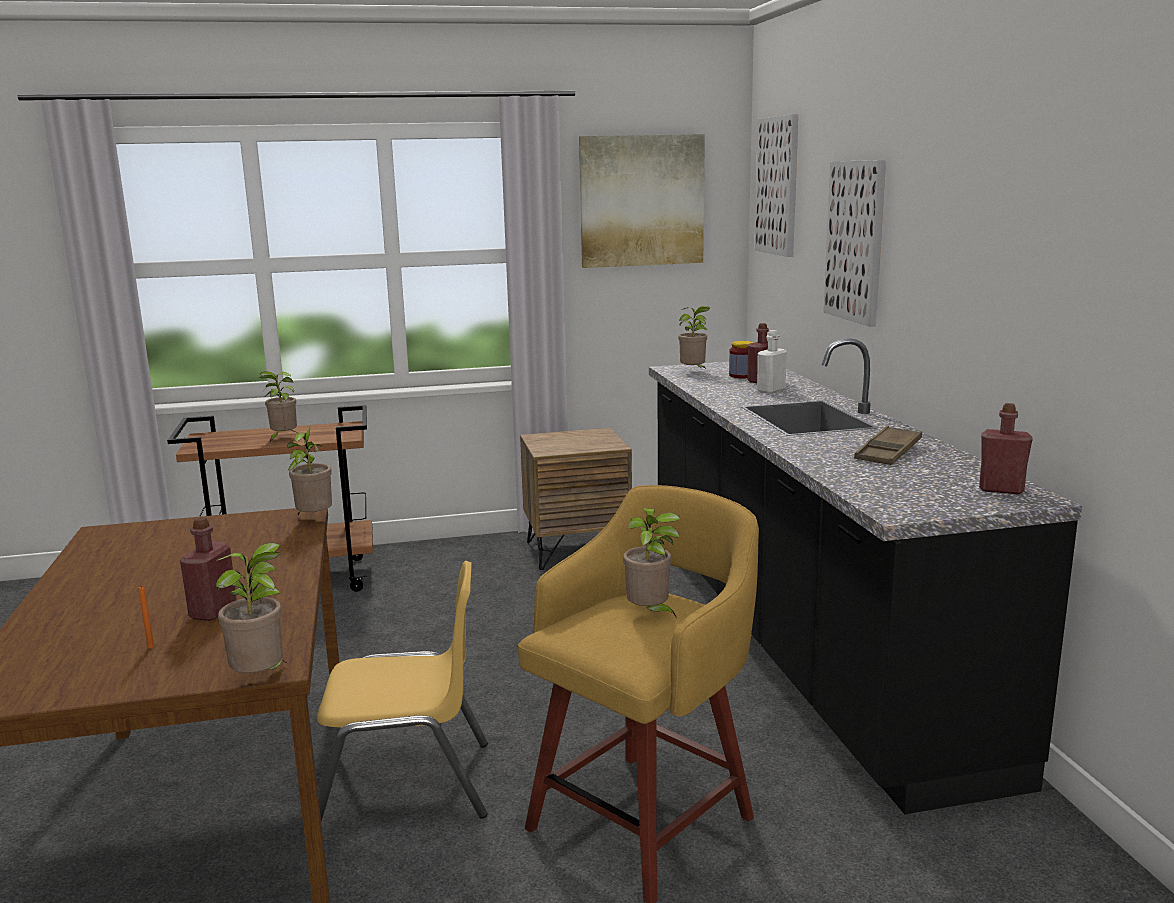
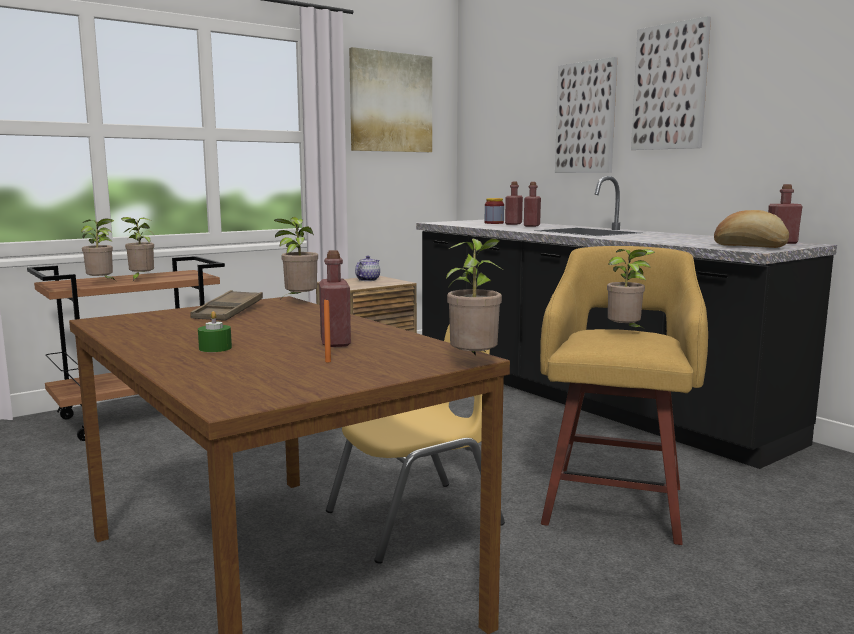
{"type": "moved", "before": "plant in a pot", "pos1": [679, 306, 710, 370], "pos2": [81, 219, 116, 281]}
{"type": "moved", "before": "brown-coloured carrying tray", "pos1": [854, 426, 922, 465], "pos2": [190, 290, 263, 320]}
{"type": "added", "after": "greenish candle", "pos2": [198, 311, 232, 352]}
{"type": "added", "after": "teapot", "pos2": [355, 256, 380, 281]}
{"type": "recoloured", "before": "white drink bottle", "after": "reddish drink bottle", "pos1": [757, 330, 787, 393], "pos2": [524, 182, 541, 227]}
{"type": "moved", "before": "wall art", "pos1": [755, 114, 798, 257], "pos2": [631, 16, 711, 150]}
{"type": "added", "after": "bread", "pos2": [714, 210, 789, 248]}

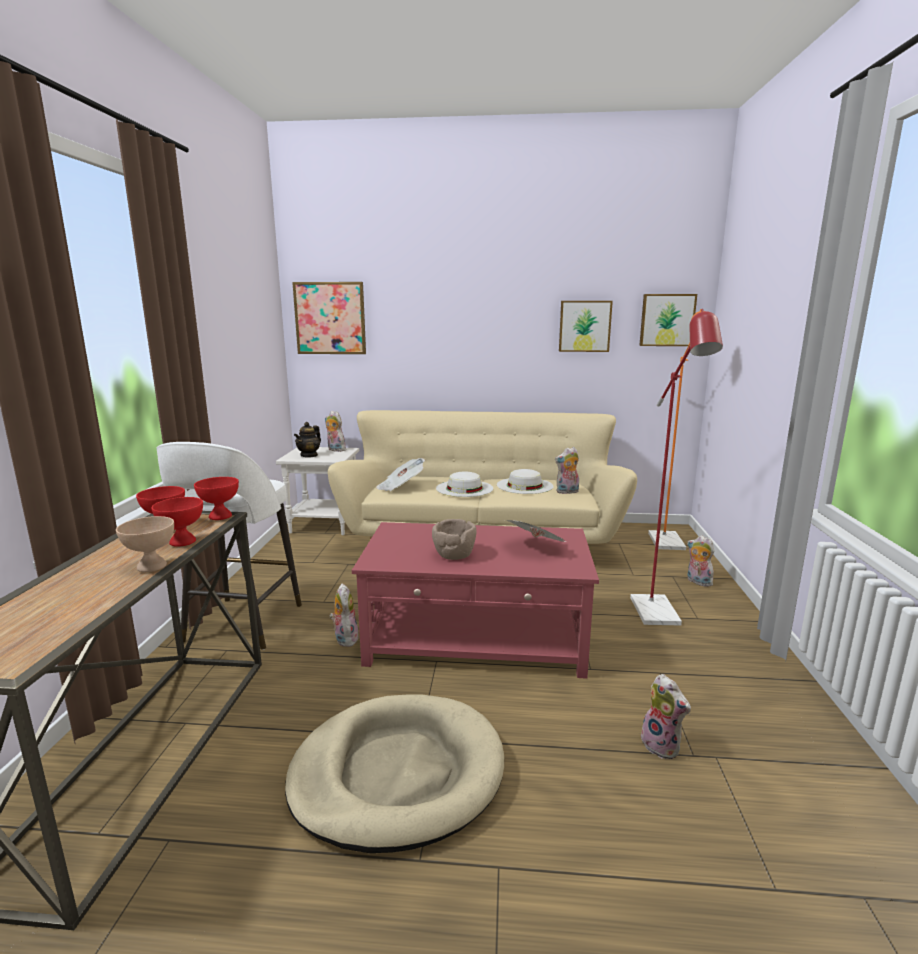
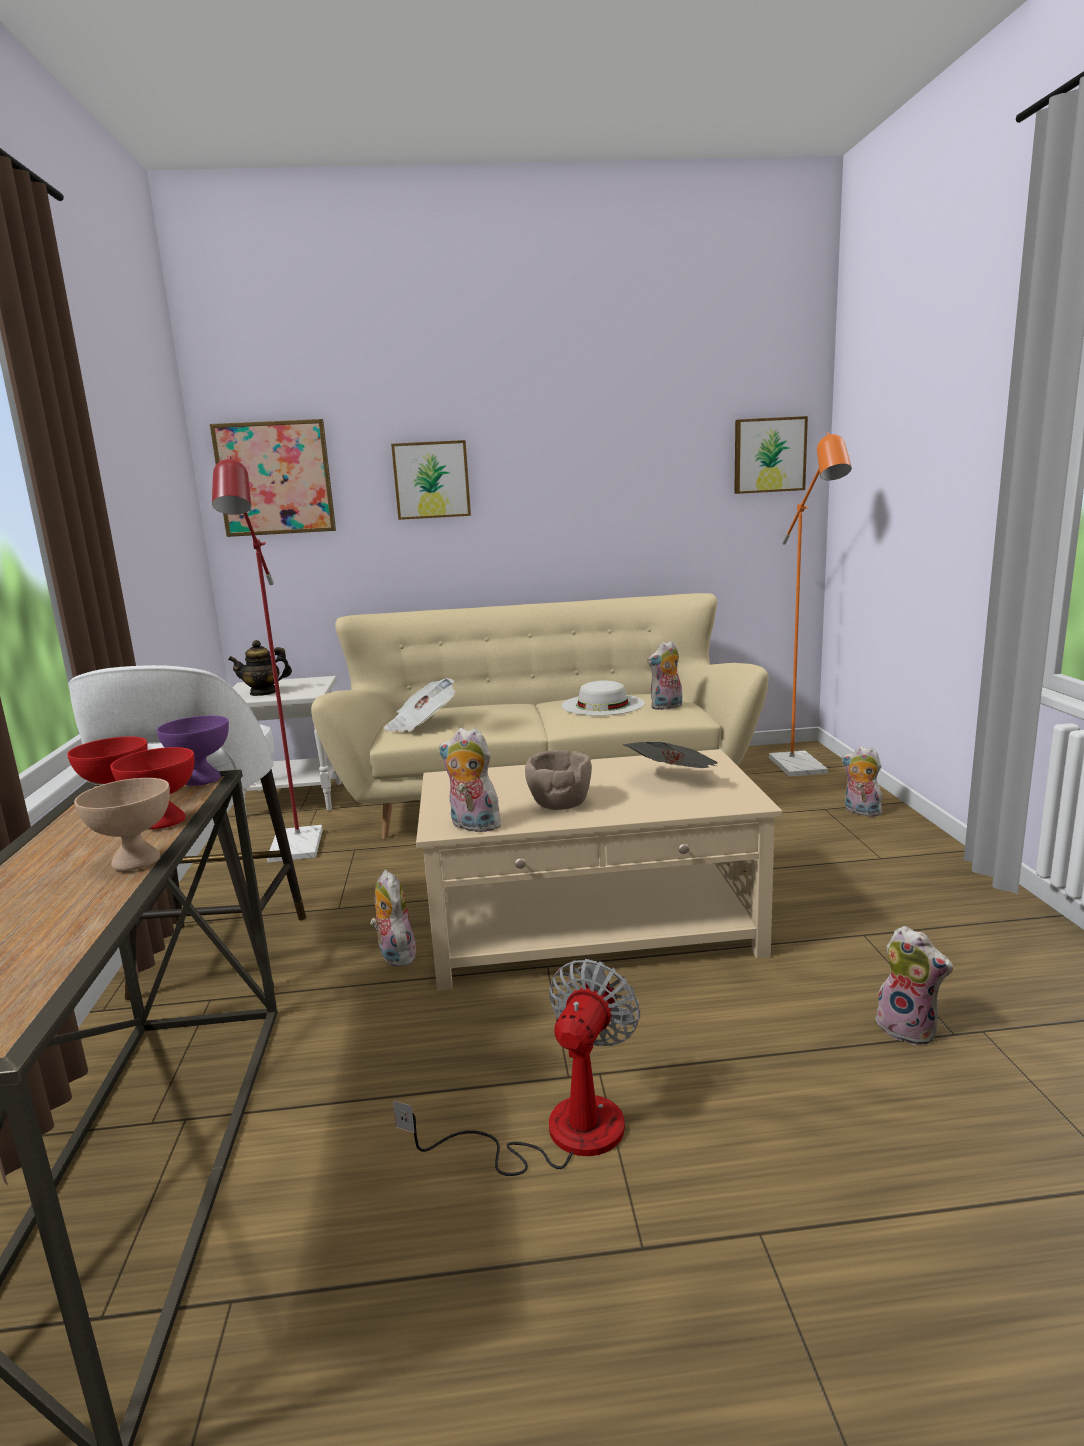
{"type": "recoloured", "before": "reddish deep dish", "after": "purple-coloured deep dish", "pos1": [194, 477, 239, 520], "pos2": [157, 715, 229, 786]}
{"type": "moved", "before": "reddish floor lamp", "pos1": [630, 309, 723, 625], "pos2": [212, 456, 323, 863]}
{"type": "turned", "before": "teapot", "pos1": [294, 422, 321, 458], "pos2": [228, 640, 292, 696], "turn": 60}
{"type": "moved", "before": "wall art", "pos1": [559, 301, 613, 352], "pos2": [391, 440, 471, 520]}
{"type": "replaced", "before": "beige dog cushion", "after": "cooling fan", "pos1": [285, 694, 504, 853], "pos2": [393, 959, 640, 1176]}
{"type": "recoloured", "before": "reddish low table", "after": "beige low table", "pos1": [352, 522, 599, 679], "pos2": [416, 749, 782, 991]}
{"type": "moved", "before": "plush toy", "pos1": [325, 411, 346, 452], "pos2": [439, 728, 505, 834]}
{"type": "removed", "before": "white wearable hat", "pos1": [436, 471, 493, 497]}

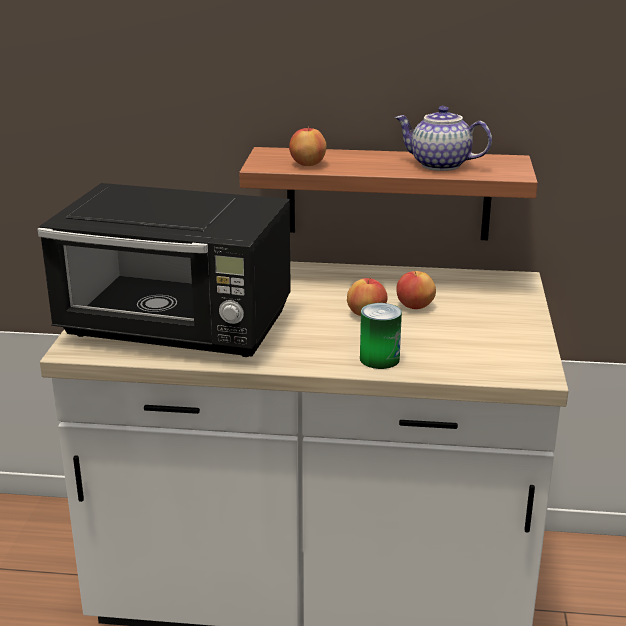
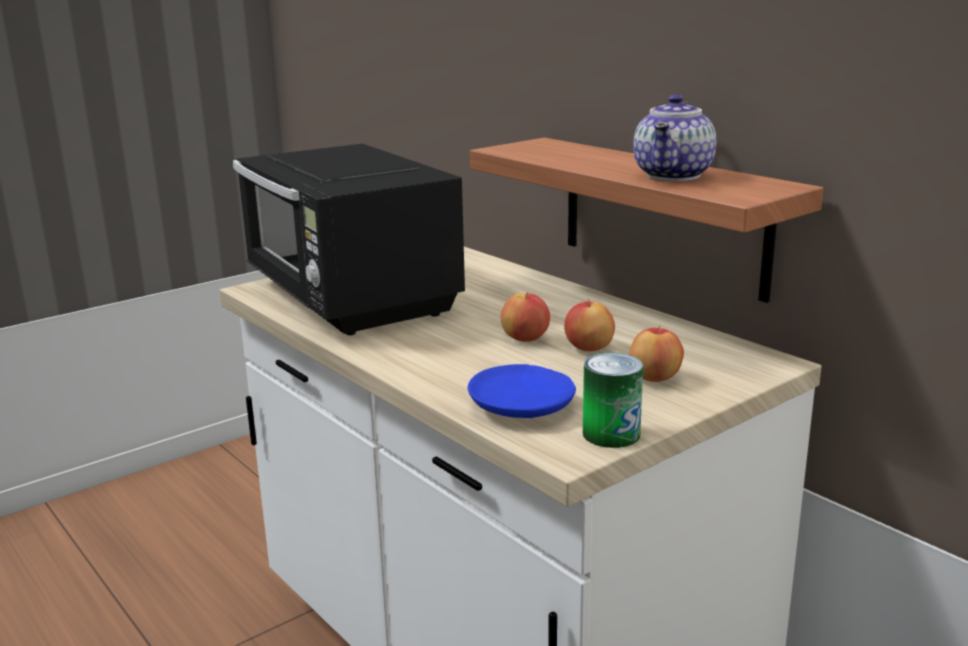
{"type": "added", "after": "blue dinner plate", "pos2": [468, 364, 576, 418]}
{"type": "moved", "before": "metal can", "pos1": [360, 303, 402, 369], "pos2": [583, 353, 643, 448]}
{"type": "moved", "before": "apple", "pos1": [289, 125, 326, 166], "pos2": [629, 326, 684, 382]}
{"type": "turned", "before": "teapot", "pos1": [395, 106, 492, 171], "pos2": [633, 94, 716, 181], "turn": -135}

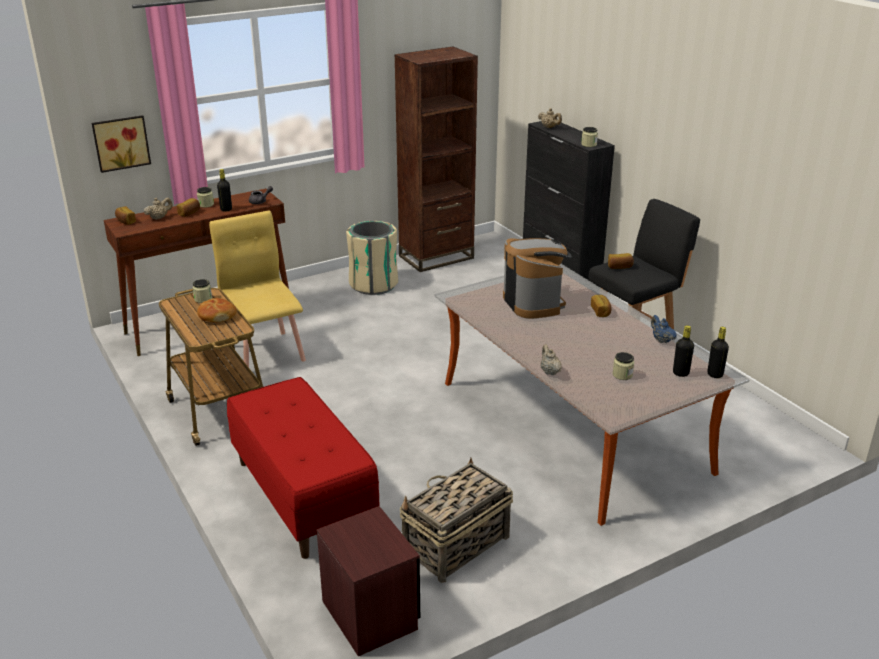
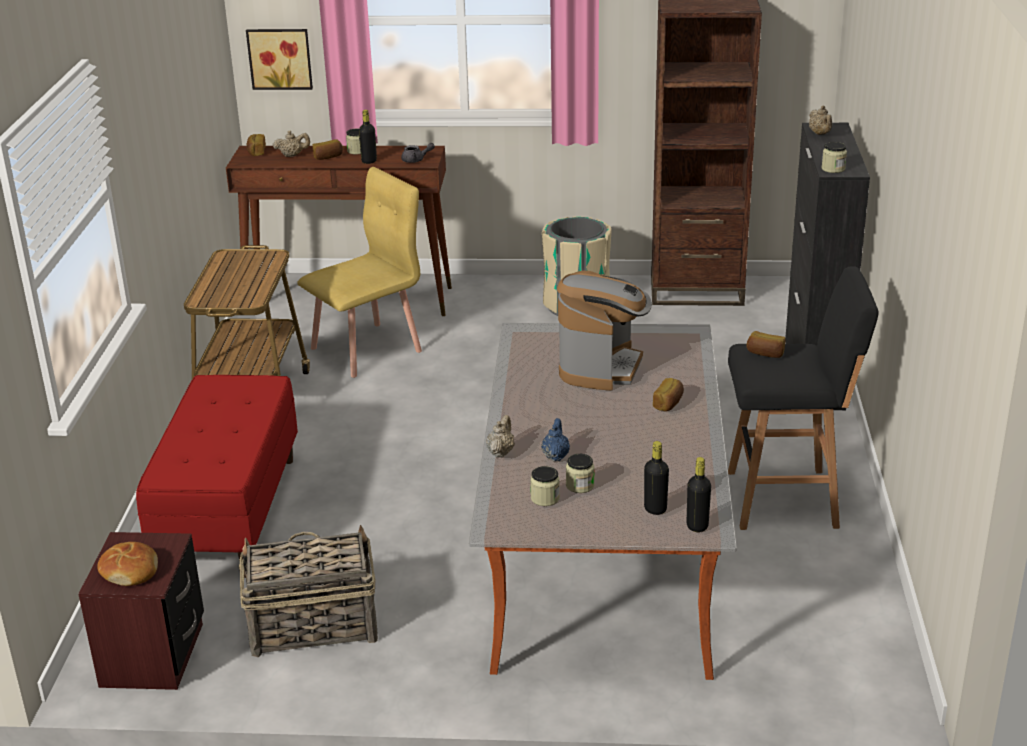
{"type": "moved", "before": "bread", "pos1": [197, 298, 237, 322], "pos2": [97, 542, 158, 586]}
{"type": "turned", "before": "yellowish chair", "pos1": [209, 211, 306, 367], "pos2": [297, 167, 422, 378], "turn": 45}
{"type": "moved", "before": "preserve jar", "pos1": [193, 279, 212, 303], "pos2": [530, 466, 560, 506]}
{"type": "moved", "before": "blue teapot", "pos1": [651, 315, 677, 343], "pos2": [541, 418, 570, 461]}

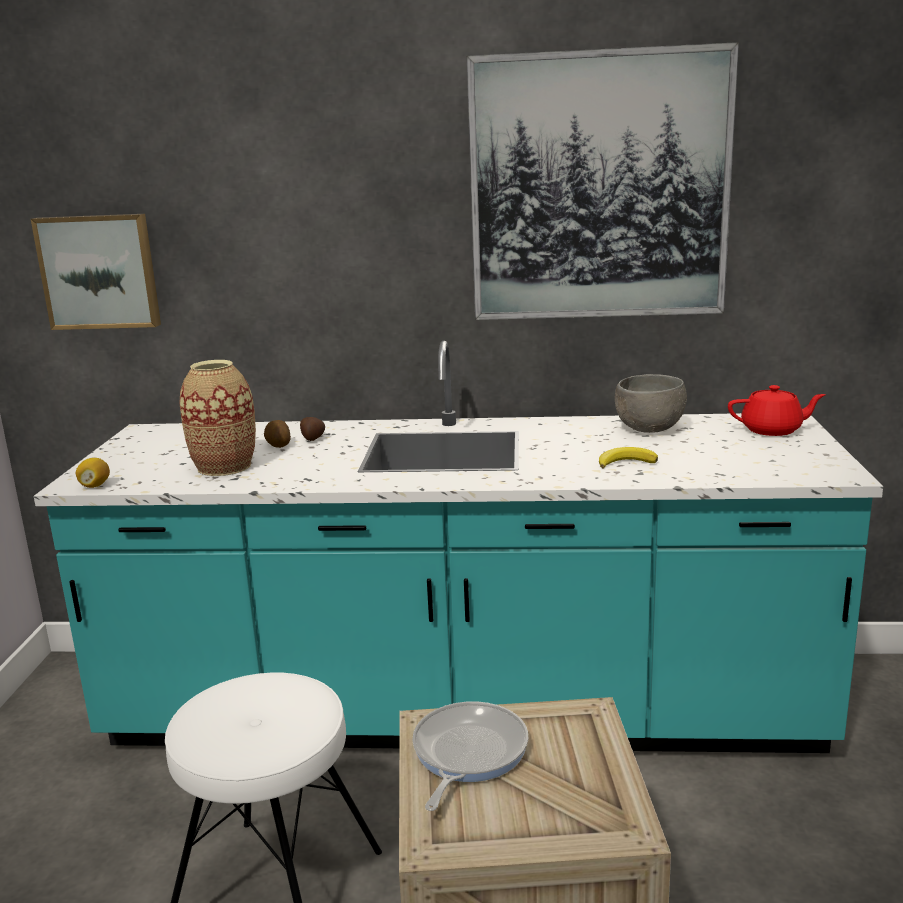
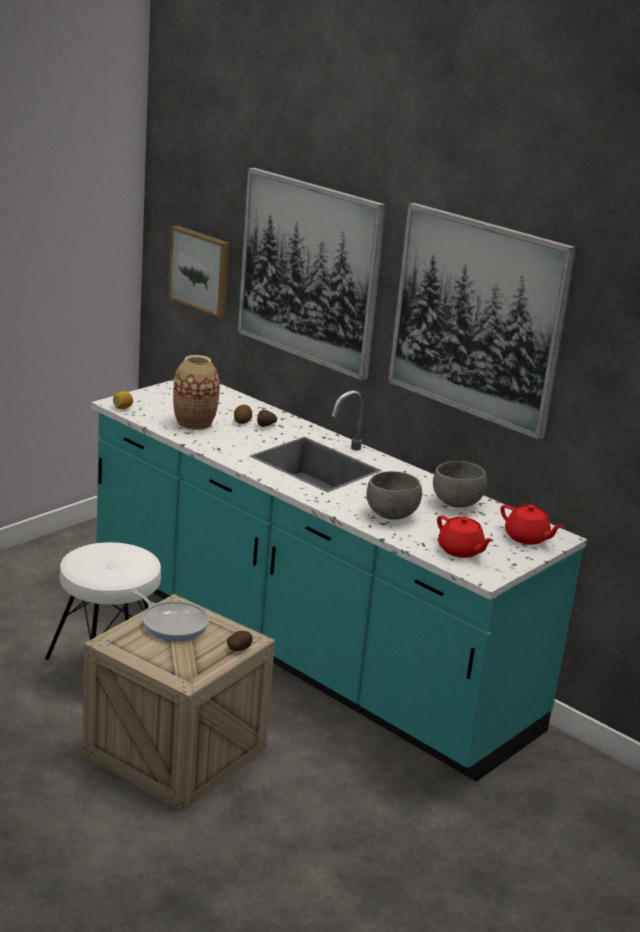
{"type": "turned", "before": "frying pan", "pos1": [412, 701, 528, 811], "pos2": [131, 589, 209, 641], "turn": 75}
{"type": "added", "after": "spud", "pos2": [227, 631, 253, 651]}
{"type": "added", "after": "wall art", "pos2": [238, 168, 387, 381]}
{"type": "replaced", "before": "banana fruit", "after": "gray deep dish", "pos1": [599, 447, 658, 469], "pos2": [367, 471, 422, 520]}
{"type": "added", "after": "reddish teapot", "pos2": [437, 515, 494, 558]}

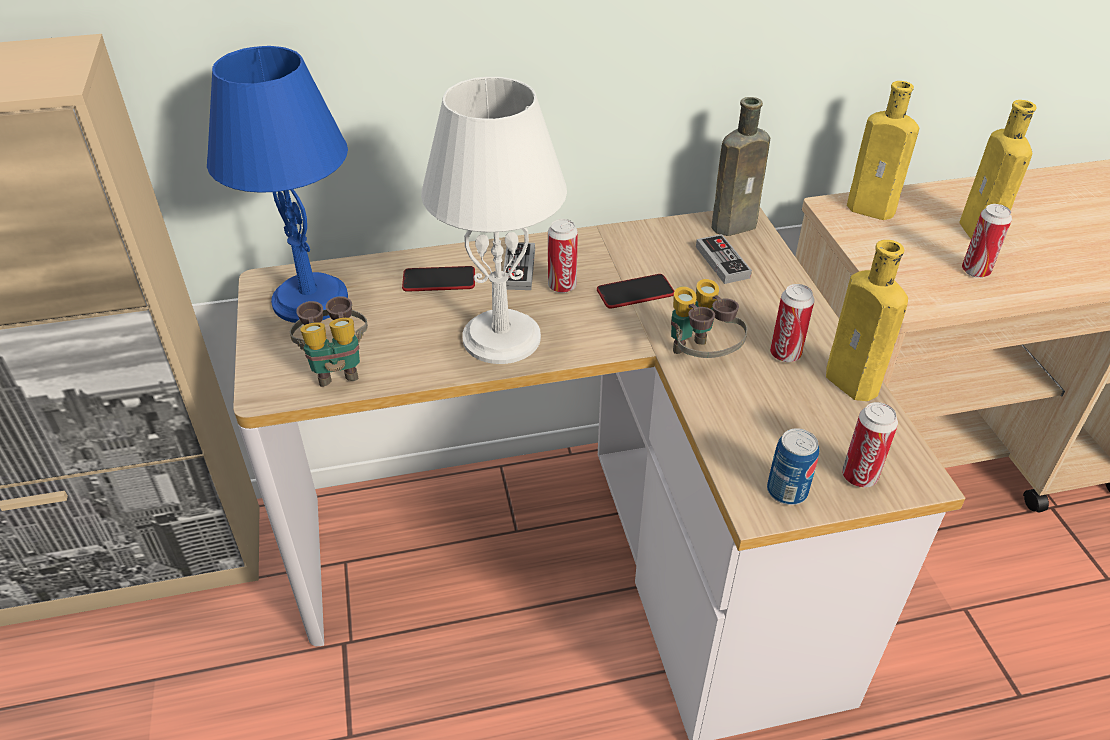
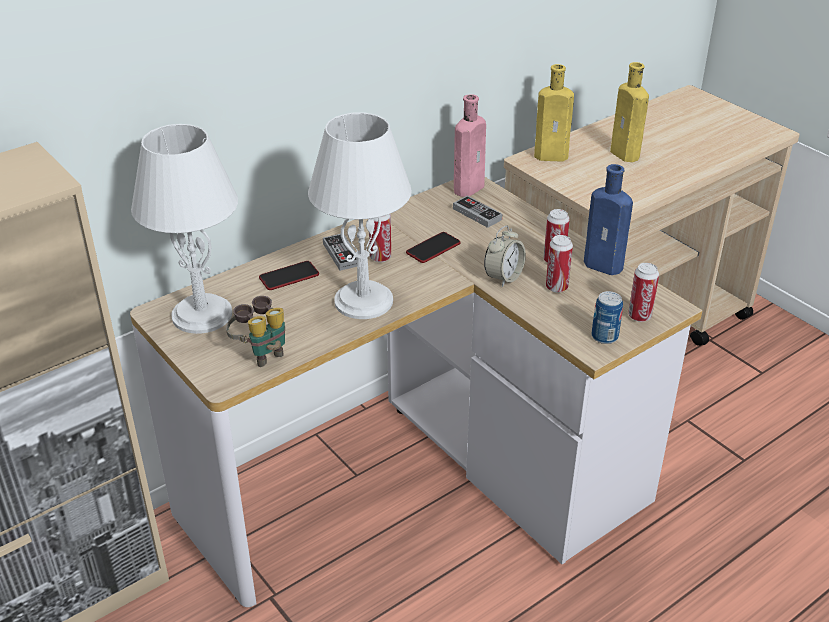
{"type": "recoloured", "before": "blue tabletop lamp", "after": "white tabletop lamp", "pos1": [207, 46, 348, 323], "pos2": [131, 124, 238, 334]}
{"type": "recoloured", "before": "brown-coloured drink bottle", "after": "pinkish drink bottle", "pos1": [712, 97, 770, 236], "pos2": [454, 94, 486, 197]}
{"type": "replaced", "before": "field glasses", "after": "bedside clock", "pos1": [671, 279, 747, 358], "pos2": [484, 226, 526, 287]}
{"type": "moved", "before": "metal can", "pos1": [962, 204, 1012, 278], "pos2": [546, 235, 573, 293]}
{"type": "recoloured", "before": "yellowish drink bottle", "after": "blue drink bottle", "pos1": [826, 240, 908, 401], "pos2": [584, 164, 633, 275]}

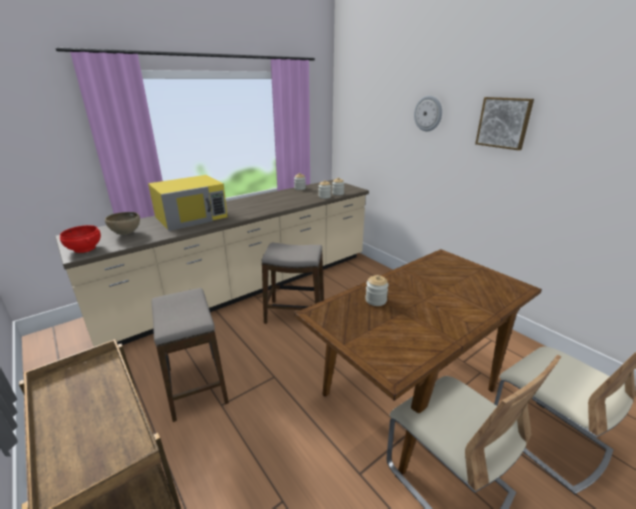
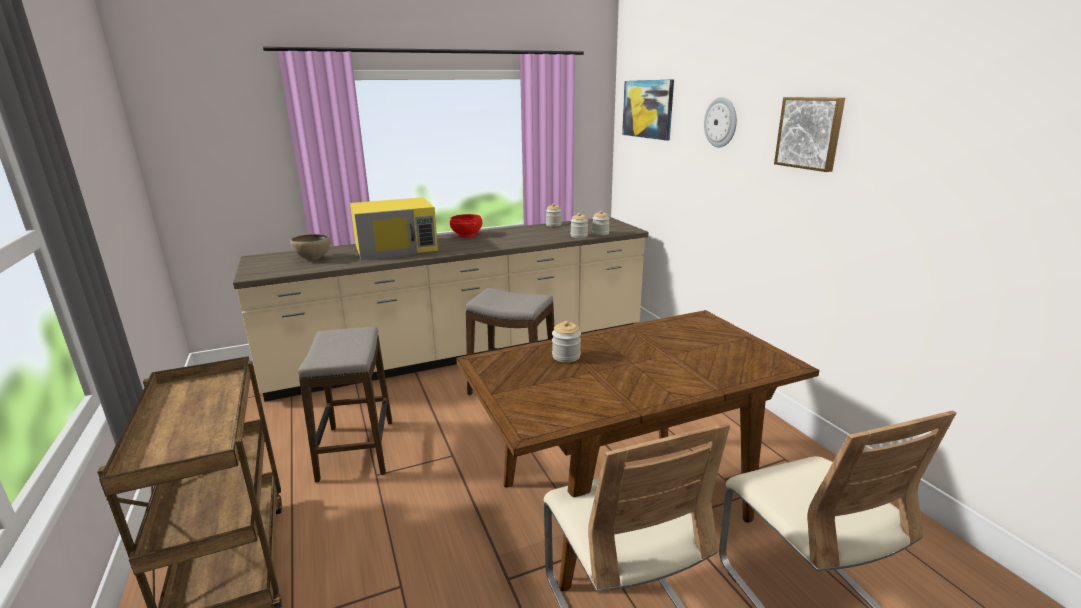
{"type": "moved", "before": "reddish deep dish", "pos1": [60, 225, 101, 253], "pos2": [450, 214, 482, 237]}
{"type": "added", "after": "wall art", "pos2": [622, 80, 674, 141]}

